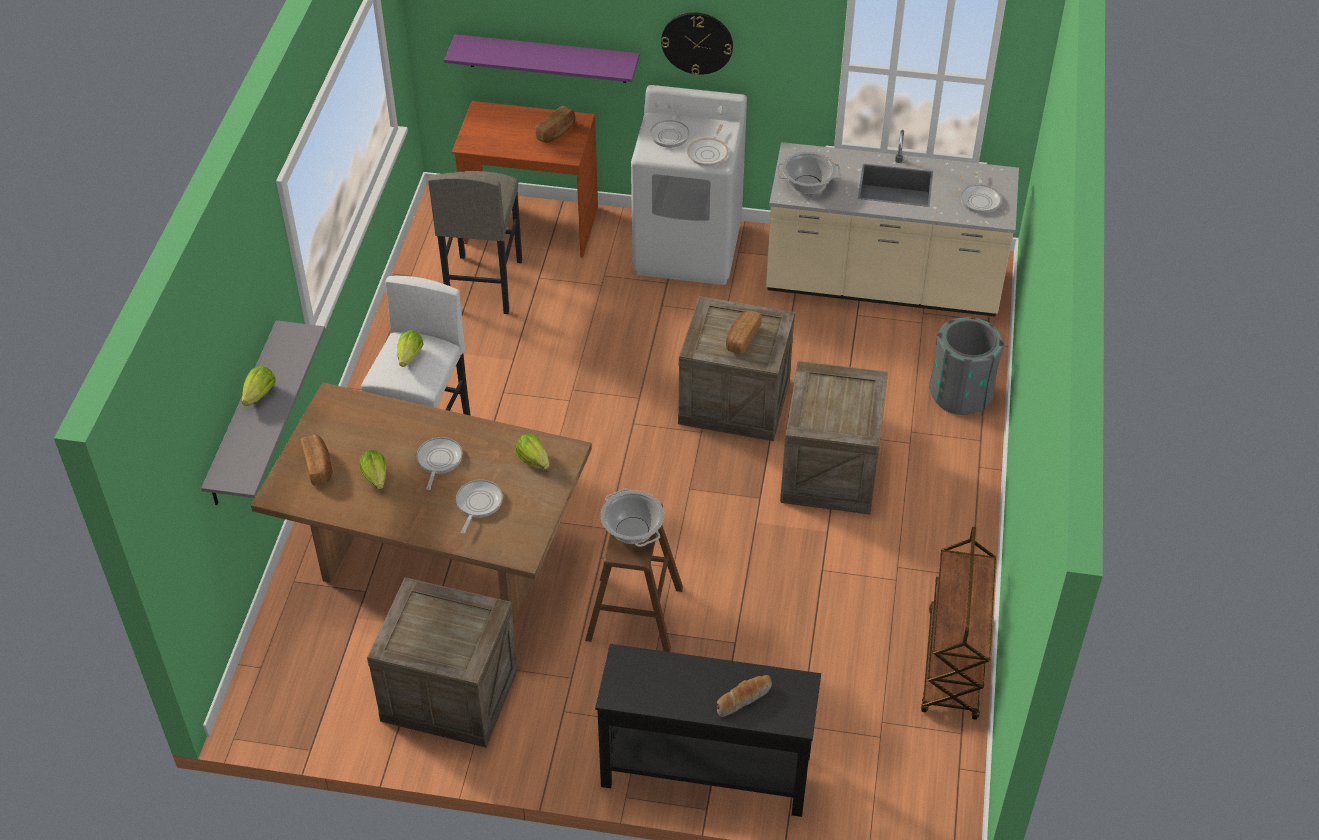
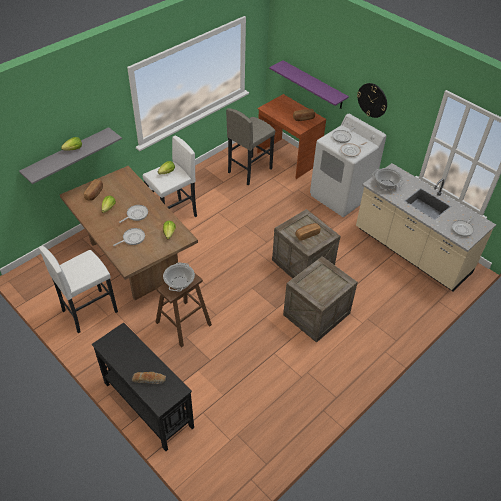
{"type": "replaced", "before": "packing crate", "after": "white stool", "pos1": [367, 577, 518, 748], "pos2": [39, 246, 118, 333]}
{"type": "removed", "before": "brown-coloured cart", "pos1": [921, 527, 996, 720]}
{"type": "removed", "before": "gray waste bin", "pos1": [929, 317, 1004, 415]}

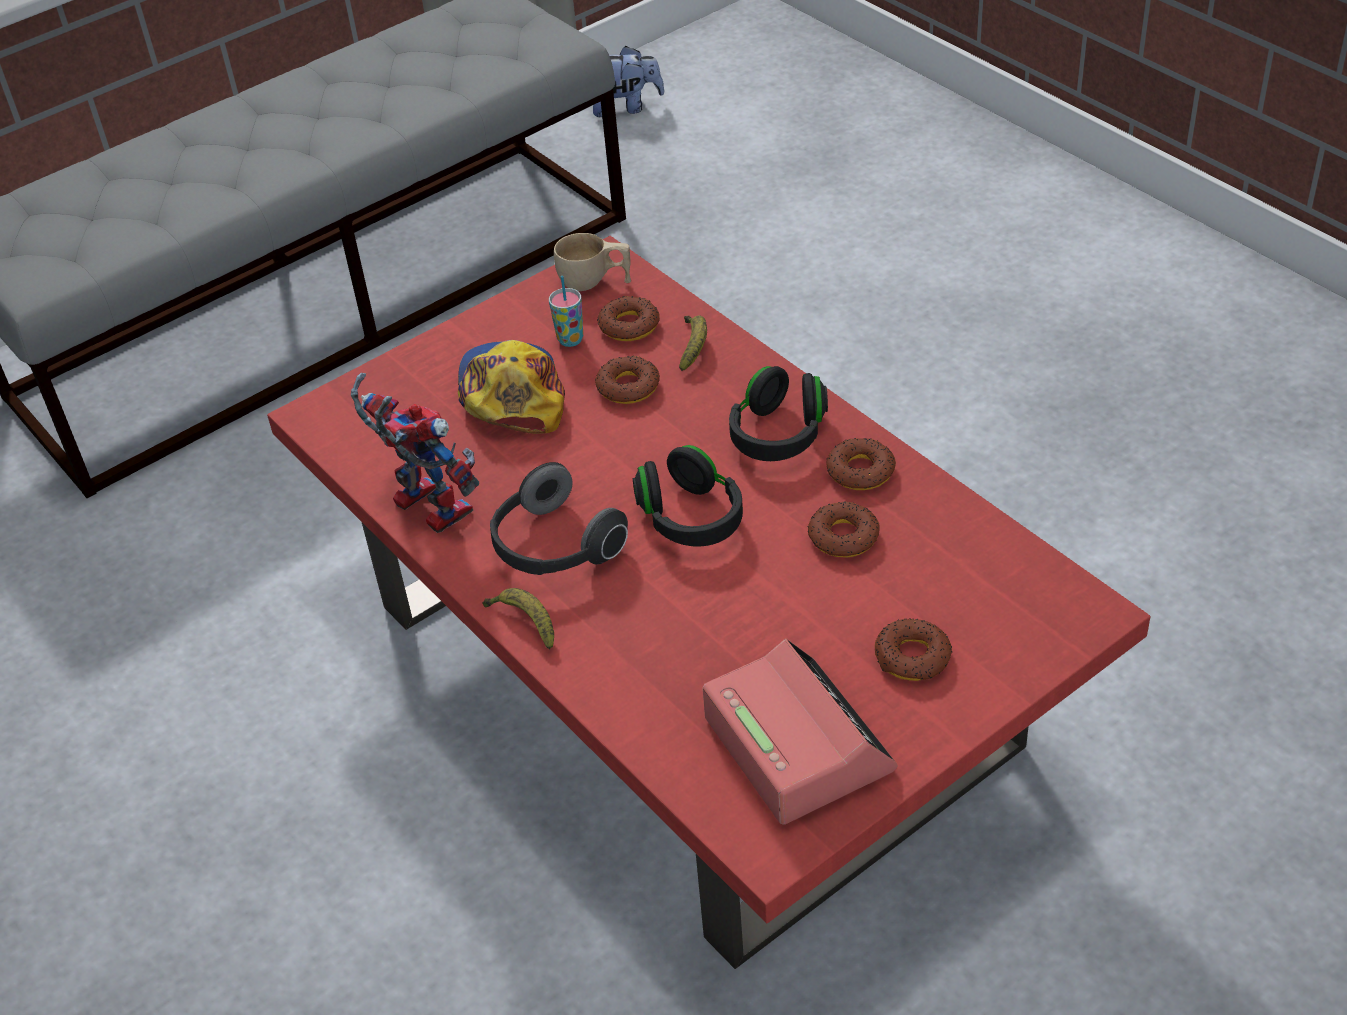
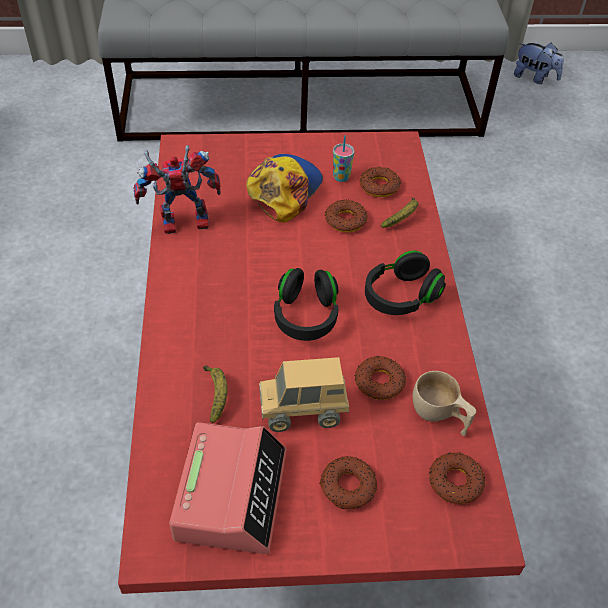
{"type": "turned", "before": "robot figure", "pos1": [351, 373, 479, 533], "pos2": [133, 145, 221, 234], "turn": -90}
{"type": "moved", "before": "banana fruit", "pos1": [482, 588, 554, 649], "pos2": [203, 365, 228, 423]}
{"type": "added", "after": "model truck", "pos2": [259, 357, 349, 432]}
{"type": "moved", "before": "beige small cup", "pos1": [554, 233, 631, 291], "pos2": [412, 371, 476, 436]}
{"type": "moved", "before": "donut", "pos1": [826, 438, 896, 490], "pos2": [429, 452, 485, 504]}
{"type": "removed", "before": "headset", "pos1": [490, 462, 628, 575]}

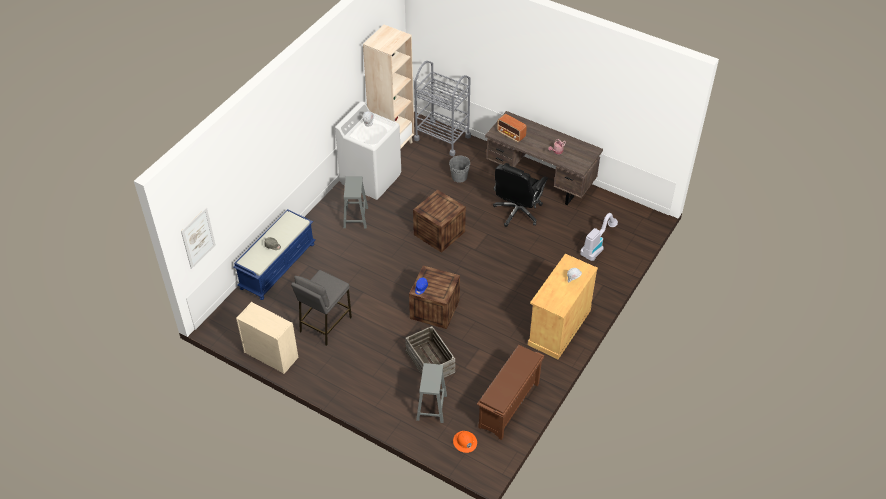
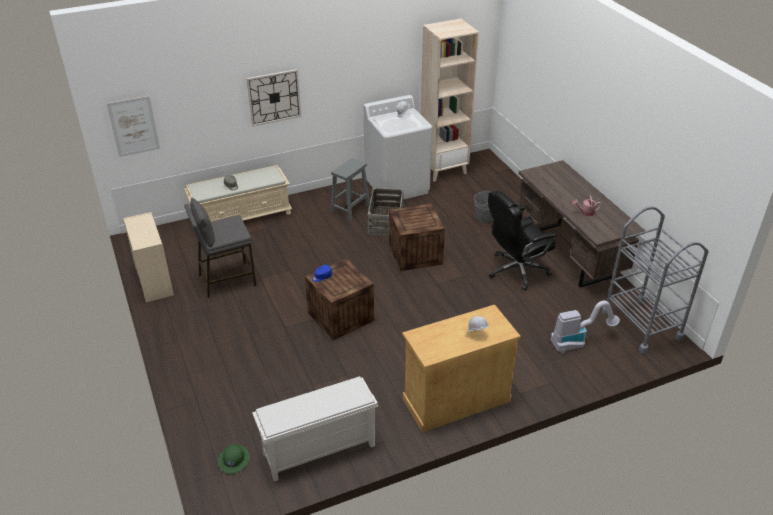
{"type": "recoloured", "before": "blue indoor bench", "after": "beige indoor bench", "pos1": [233, 209, 315, 300], "pos2": [184, 165, 292, 222]}
{"type": "recoloured", "before": "orange-coloured safety helmet", "after": "greenish safety helmet", "pos1": [453, 431, 477, 453], "pos2": [218, 444, 250, 474]}
{"type": "added", "after": "hanging clock", "pos2": [247, 69, 301, 126]}
{"type": "recoloured", "before": "brown-coloured shoe shelf", "after": "white shoe shelf", "pos1": [477, 345, 544, 440], "pos2": [252, 376, 378, 481]}
{"type": "moved", "before": "packing crate", "pos1": [405, 326, 455, 378], "pos2": [367, 188, 404, 236]}
{"type": "moved", "before": "gray cart", "pos1": [414, 61, 471, 156], "pos2": [602, 206, 709, 354]}
{"type": "removed", "before": "gray stool", "pos1": [416, 363, 447, 423]}
{"type": "removed", "before": "radio set", "pos1": [497, 114, 527, 142]}

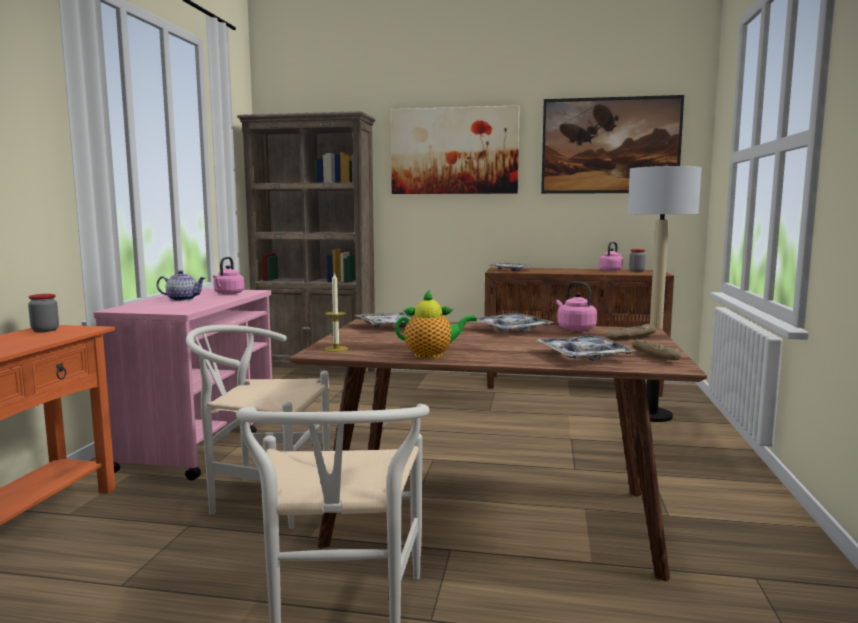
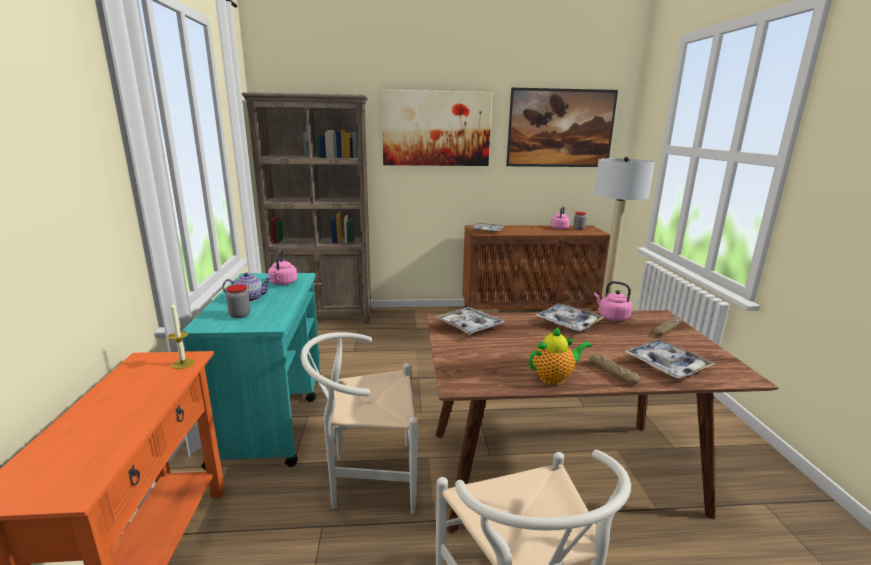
{"type": "moved", "before": "candle", "pos1": [324, 272, 348, 352], "pos2": [168, 302, 195, 369]}
{"type": "recoloured", "before": "pinkish cart", "after": "turquoise cart", "pos1": [93, 289, 272, 480], "pos2": [182, 273, 321, 470]}
{"type": "moved", "before": "preserve jar", "pos1": [28, 294, 59, 332], "pos2": [226, 284, 251, 318]}
{"type": "moved", "before": "bread", "pos1": [632, 339, 681, 360], "pos2": [589, 354, 640, 384]}

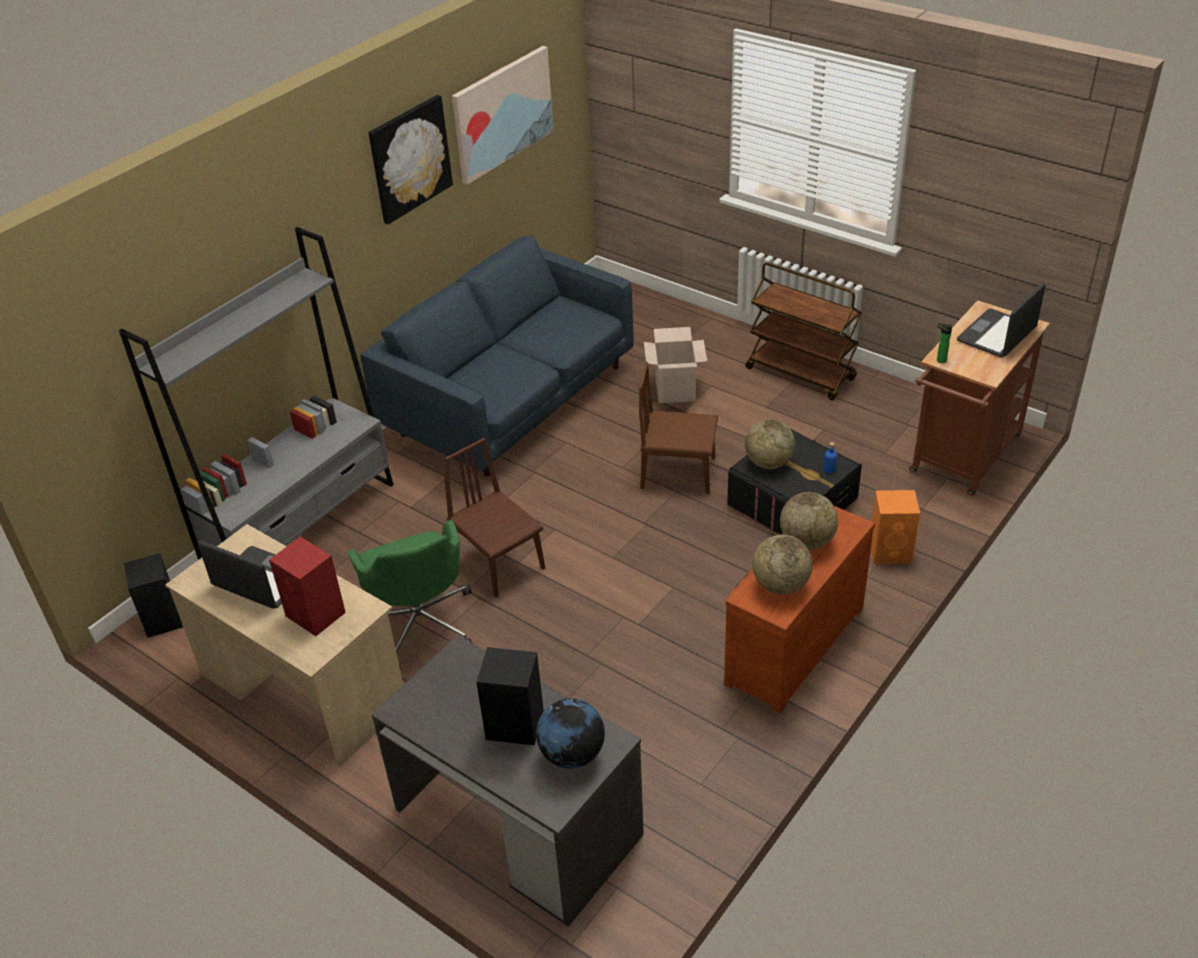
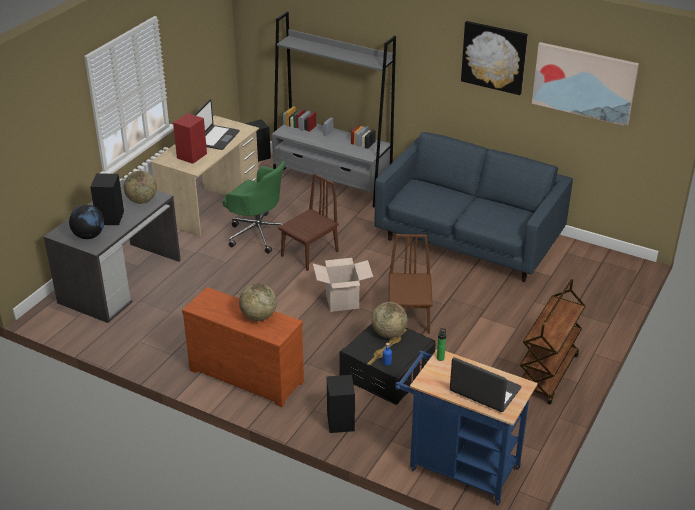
{"type": "moved", "before": "desk globe", "pos1": [752, 535, 813, 595], "pos2": [124, 171, 157, 204]}
{"type": "turned", "before": "greenish desk chair", "pos1": [347, 520, 473, 670], "pos2": [223, 161, 285, 254], "turn": -120}
{"type": "moved", "before": "cardboard box", "pos1": [644, 327, 707, 403], "pos2": [313, 258, 373, 312]}
{"type": "recoloured", "before": "orange-coloured speaker", "after": "black-coloured speaker", "pos1": [871, 490, 920, 564], "pos2": [327, 375, 355, 433]}
{"type": "recoloured", "before": "brown-coloured cart", "after": "blue cart", "pos1": [909, 300, 1050, 496], "pos2": [395, 350, 538, 505]}

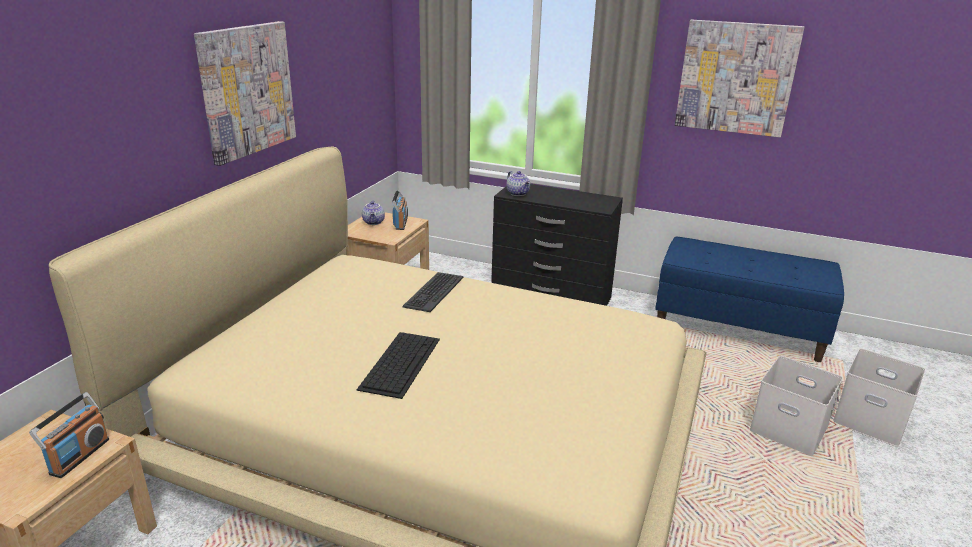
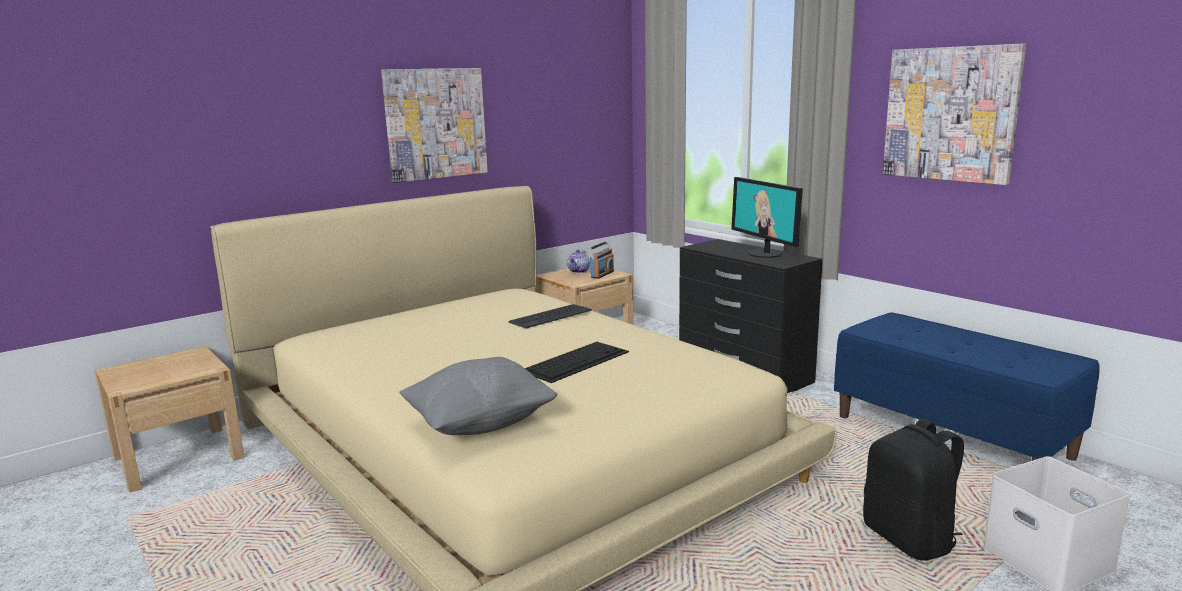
{"type": "added", "after": "gray cushion", "pos2": [399, 357, 558, 435]}
{"type": "moved", "before": "computer keyboard", "pos1": [357, 332, 440, 399], "pos2": [525, 342, 629, 383]}
{"type": "added", "after": "computer screen", "pos2": [732, 177, 803, 258]}
{"type": "replaced", "before": "white storage box", "after": "black-coloured backpack", "pos1": [750, 356, 843, 456], "pos2": [863, 419, 964, 561]}
{"type": "removed", "before": "radio set", "pos1": [29, 392, 109, 478]}
{"type": "removed", "before": "teapot", "pos1": [506, 171, 530, 196]}

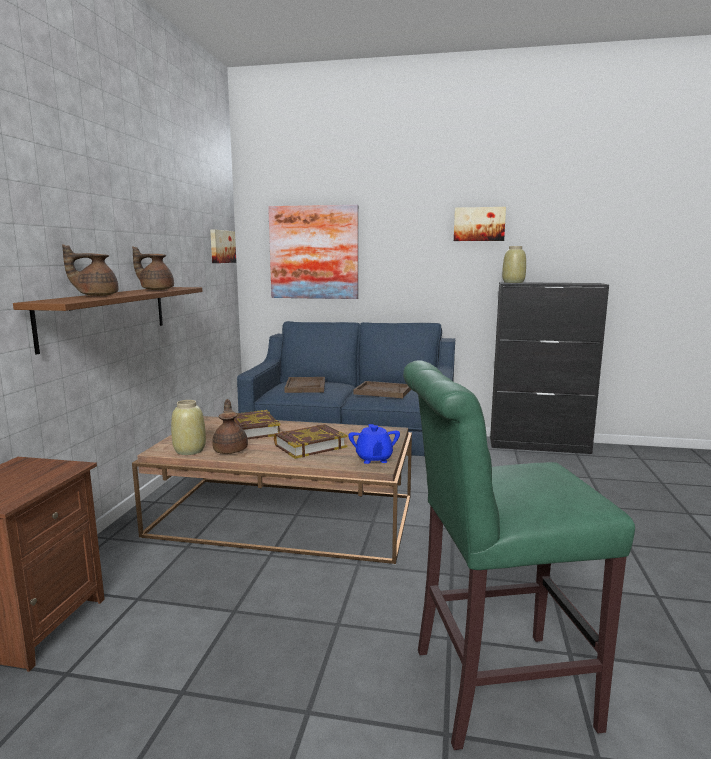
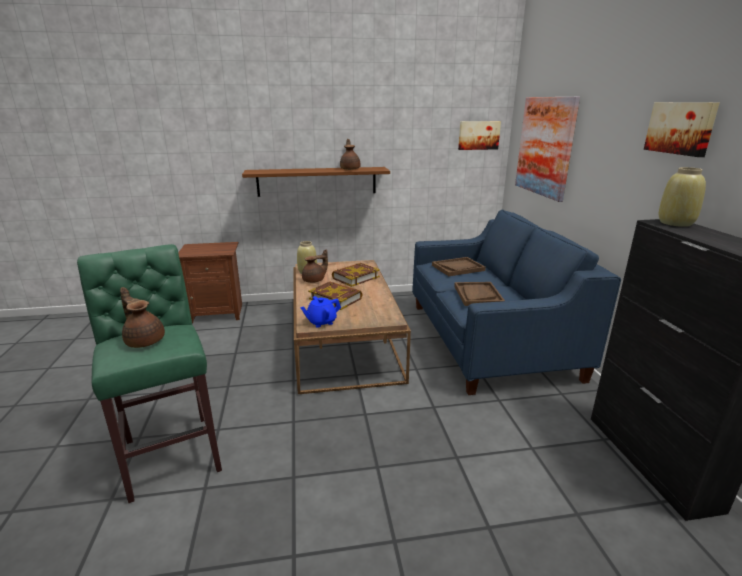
{"type": "moved", "before": "brown-coloured teapot", "pos1": [62, 244, 119, 296], "pos2": [120, 287, 165, 348]}

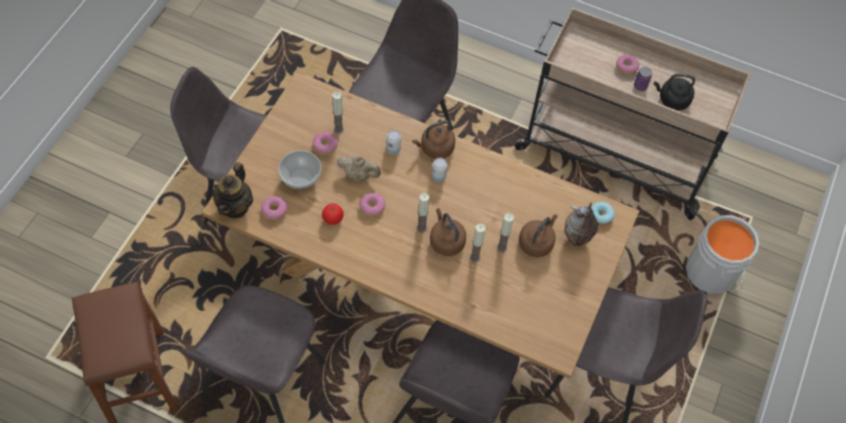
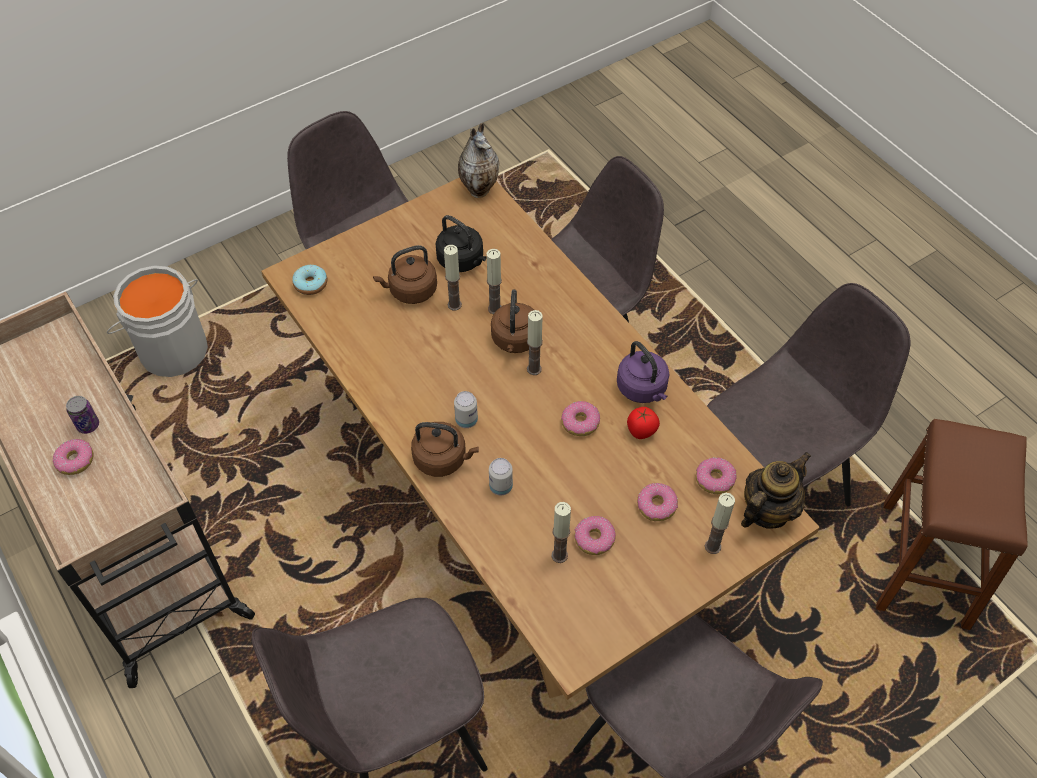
{"type": "moved", "before": "black-coloured tea kettle", "pos1": [654, 74, 695, 111], "pos2": [435, 215, 487, 272]}
{"type": "moved", "before": "flower vase", "pos1": [565, 202, 598, 246], "pos2": [458, 123, 500, 198]}
{"type": "added", "after": "purple-coloured tea kettle", "pos2": [617, 341, 670, 403]}
{"type": "replaced", "before": "deep dish", "after": "donut", "pos1": [278, 150, 321, 189], "pos2": [637, 483, 678, 521]}
{"type": "added", "after": "candle", "pos2": [705, 493, 735, 554]}
{"type": "removed", "before": "beige teapot", "pos1": [337, 156, 381, 182]}

